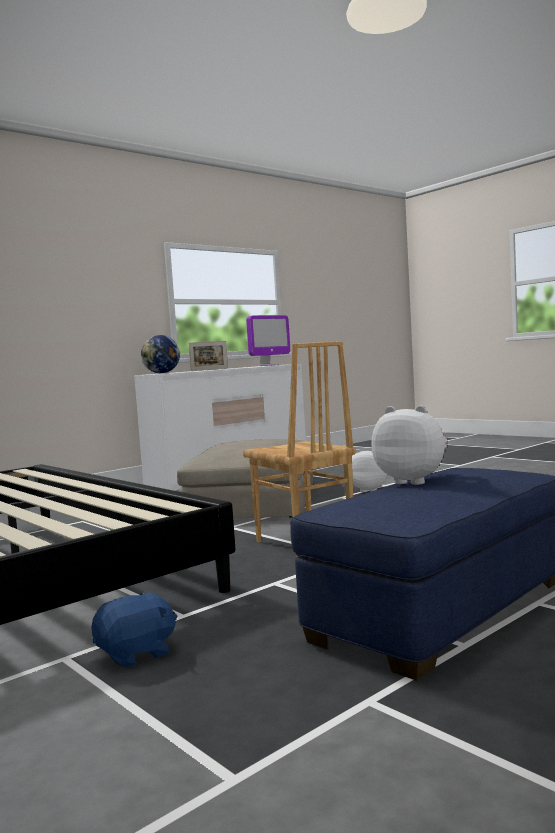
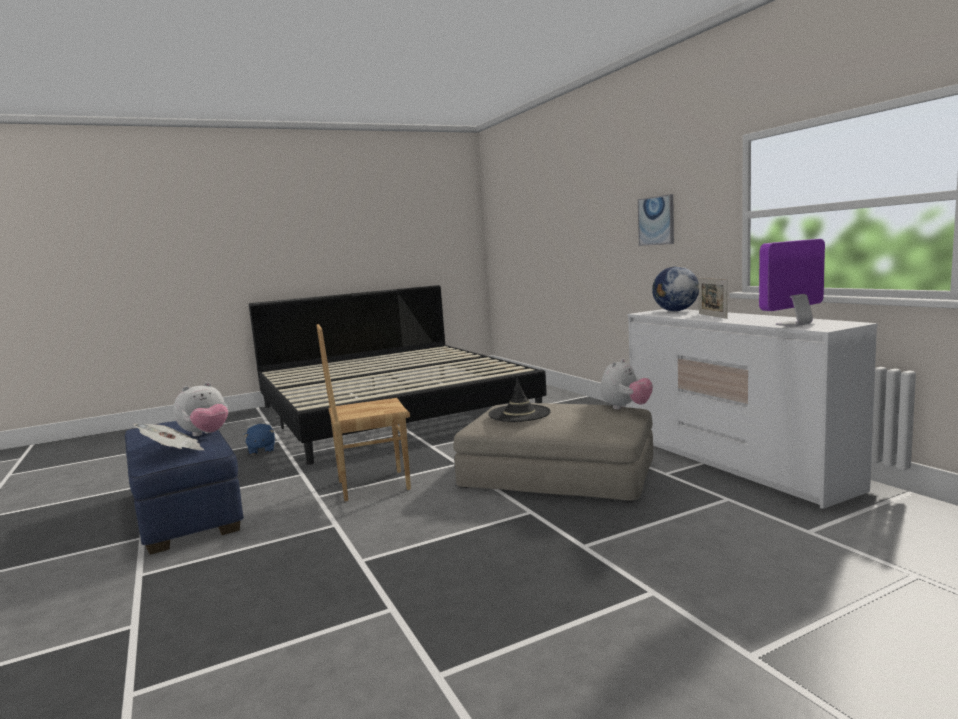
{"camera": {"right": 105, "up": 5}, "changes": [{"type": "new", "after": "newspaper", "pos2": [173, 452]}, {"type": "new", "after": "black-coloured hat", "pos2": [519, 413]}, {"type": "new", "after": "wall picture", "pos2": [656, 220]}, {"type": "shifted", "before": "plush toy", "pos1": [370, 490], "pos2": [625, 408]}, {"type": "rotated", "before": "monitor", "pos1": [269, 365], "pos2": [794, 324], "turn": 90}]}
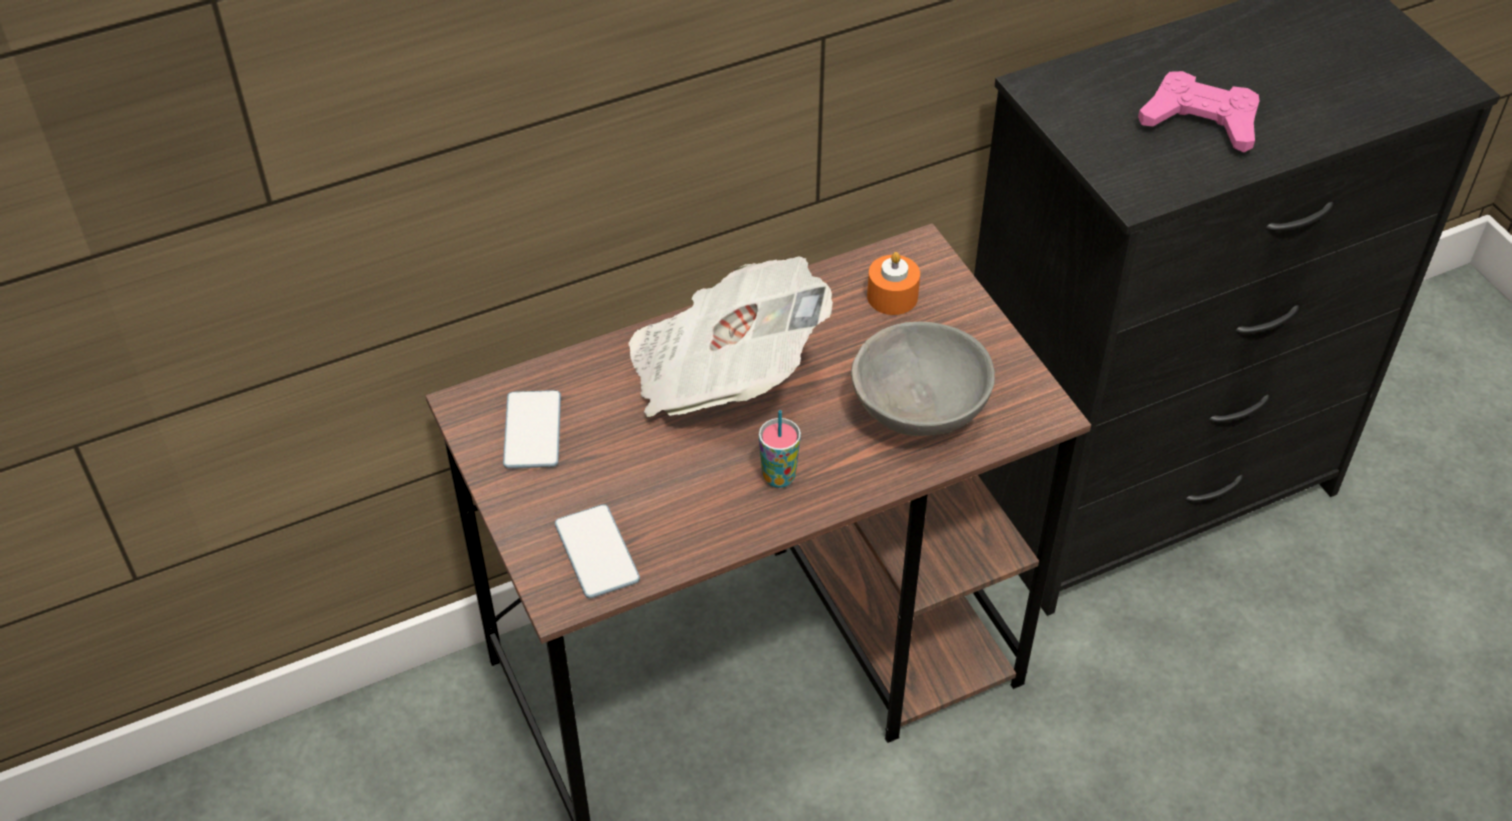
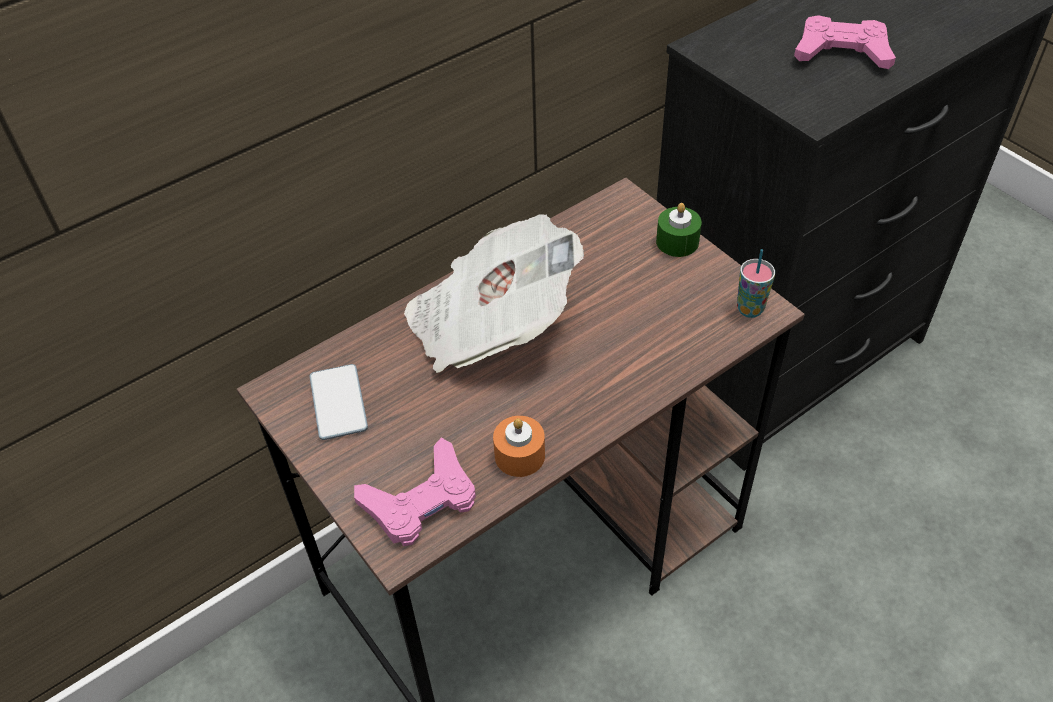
{"camera": {"right": -10, "up": 0}, "changes": [{"type": "gone", "before": "gray serving bowl", "pos1": [919, 414]}, {"type": "new", "after": "greenish candle", "pos2": [677, 242]}, {"type": "shifted", "before": "small cup", "pos1": [779, 477], "pos2": [750, 309]}, {"type": "shifted", "before": "orangey candle", "pos1": [892, 296], "pos2": [519, 455]}, {"type": "swapped", "before": "phone", "after": "pink-coloured joypad", "pos1": [597, 553], "pos2": [421, 501]}]}
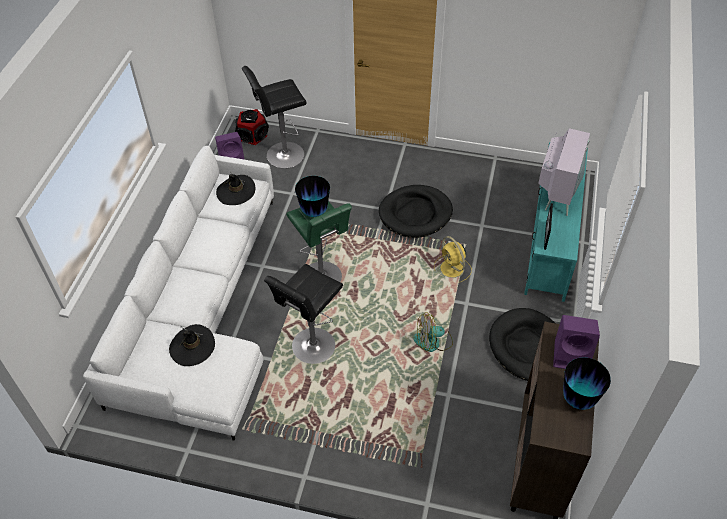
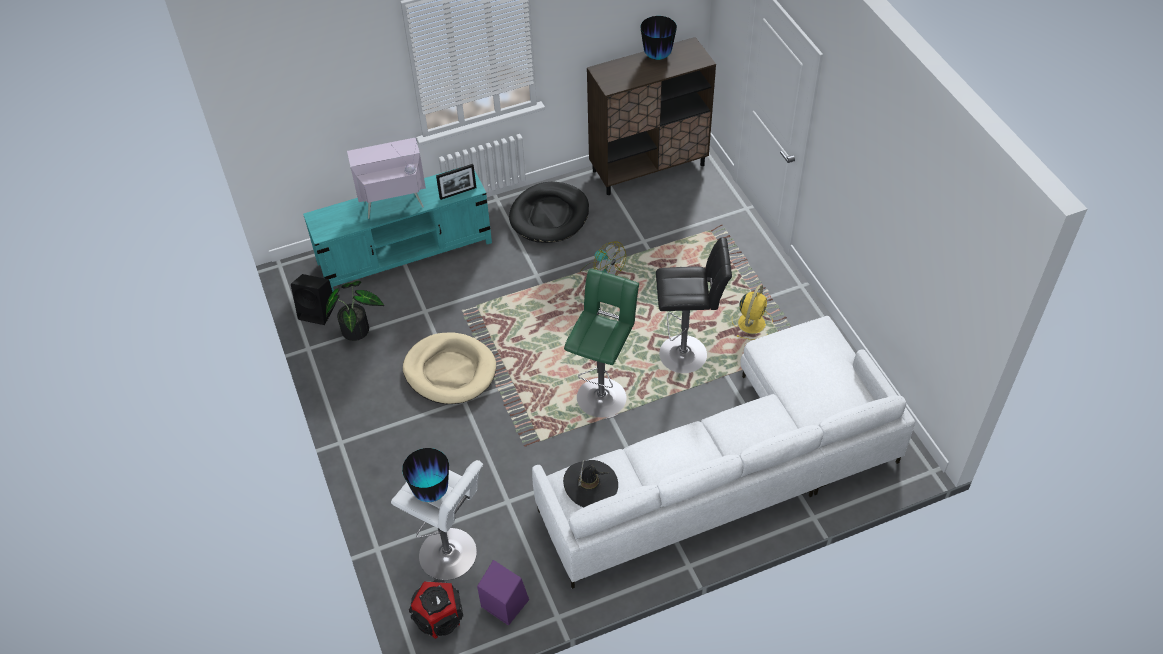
{"camera": {"right": -125, "up": 0}, "changes": [{"type": "gone", "before": "black-coloured hat", "pos1": [192, 347]}, {"type": "gone", "before": "purple-coloured speaker", "pos1": [572, 355]}, {"type": "new", "after": "black-coloured speaker", "pos2": [318, 311]}, {"type": "new", "after": "potted plant", "pos2": [357, 328]}, {"type": "shifted", "before": "flower vase", "pos1": [314, 211], "pos2": [431, 492]}, {"type": "shifted", "before": "yellow fan", "pos1": [452, 269], "pos2": [752, 322]}, {"type": "repainted", "before": "black-coloured sitting stool", "after": "white-coloured sitting stool", "pos1": [282, 156], "pos2": [451, 555]}, {"type": "repainted", "before": "black-coloured dog cushion", "after": "beige dog cushion", "pos1": [415, 213], "pos2": [450, 371]}]}
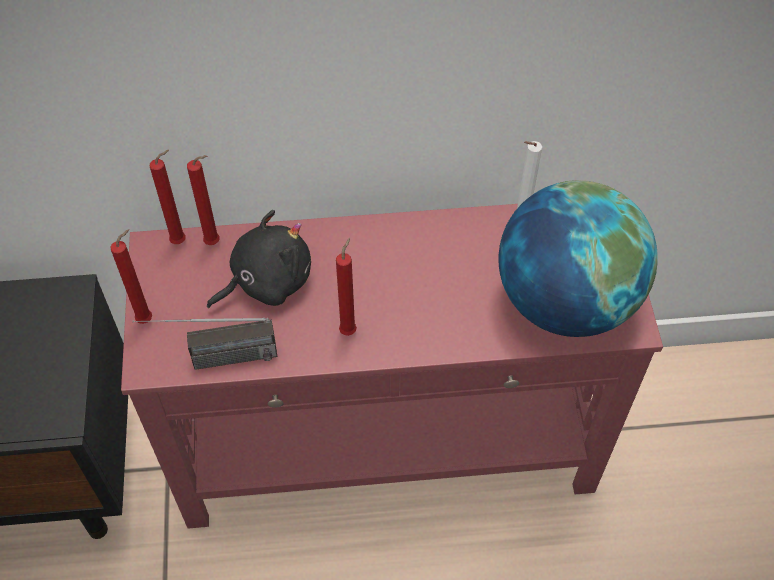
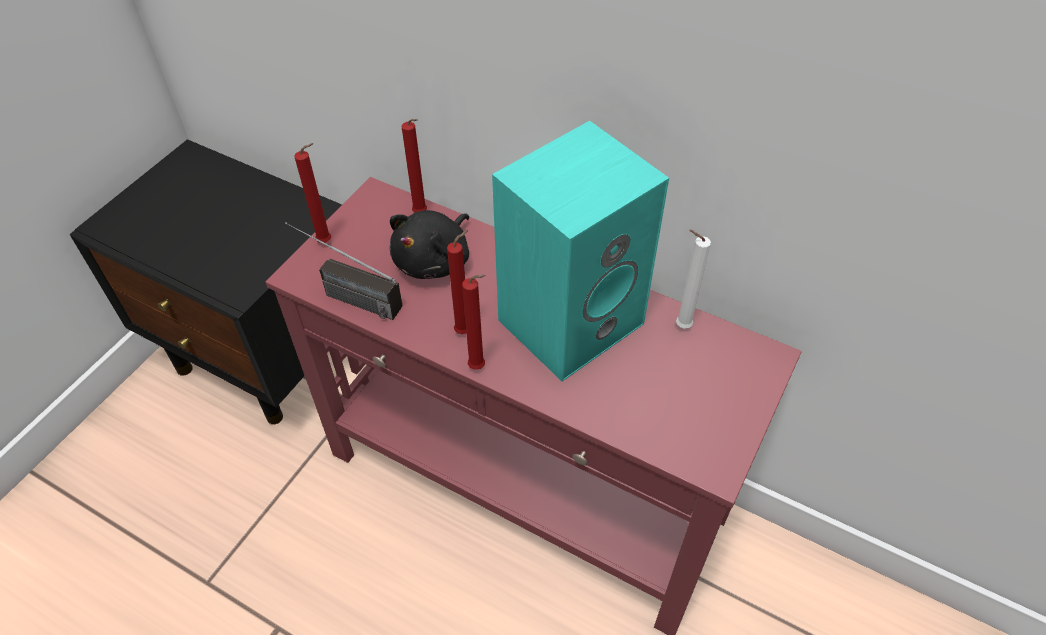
{"camera": {"right": 35, "up": -5}, "changes": [{"type": "gone", "before": "globe", "pos1": [565, 301]}, {"type": "new", "after": "blue-green speaker", "pos2": [571, 318]}, {"type": "shifted", "before": "reddish candle", "pos1": [181, 241], "pos2": [479, 367]}, {"type": "rotated", "before": "black-coloured plush toy", "pos1": [266, 281], "pos2": [435, 260], "turn": 120}]}
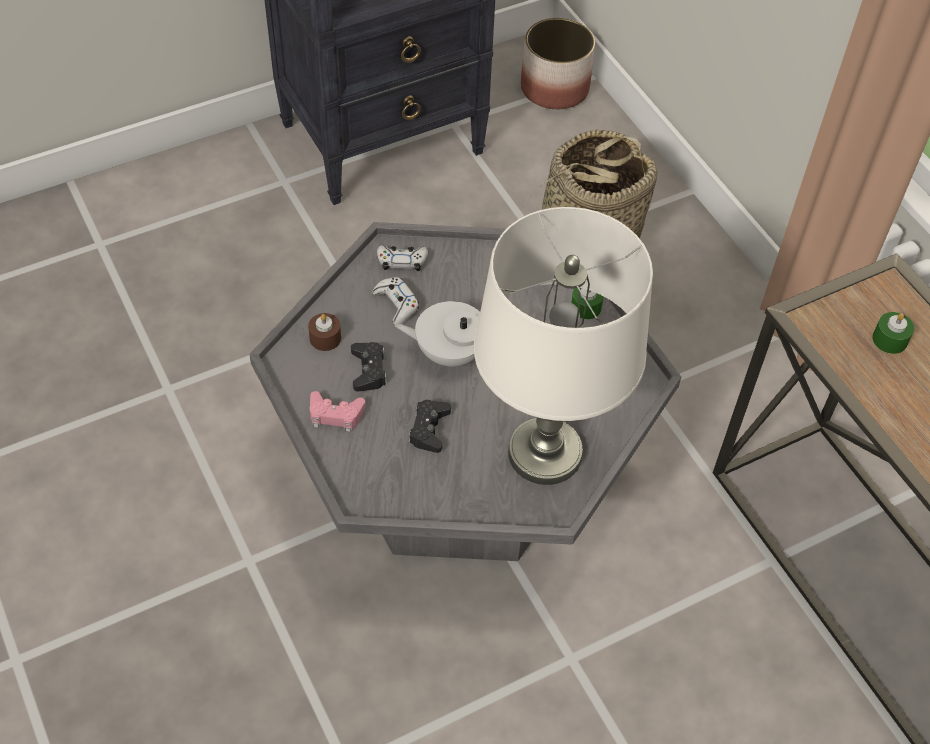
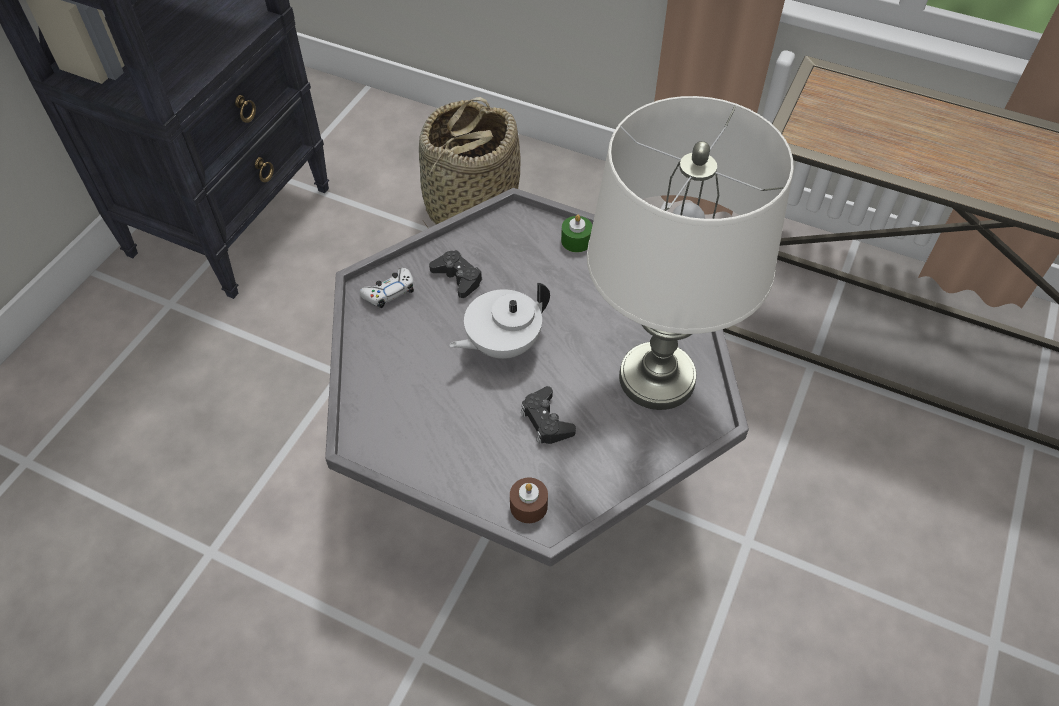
{"camera": {"right": -35, "up": 0}, "changes": [{"type": "gone", "before": "pink-coloured joypad", "pos1": [335, 415]}, {"type": "gone", "before": "white-coloured joypad", "pos1": [396, 304]}, {"type": "gone", "before": "plant pot", "pos1": [554, 88]}, {"type": "gone", "before": "greenish candle", "pos1": [889, 340]}, {"type": "shifted", "before": "brownish candle", "pos1": [325, 338], "pos2": [528, 506]}, {"type": "shifted", "before": "black-coloured joypad", "pos1": [369, 370], "pos2": [458, 278]}]}
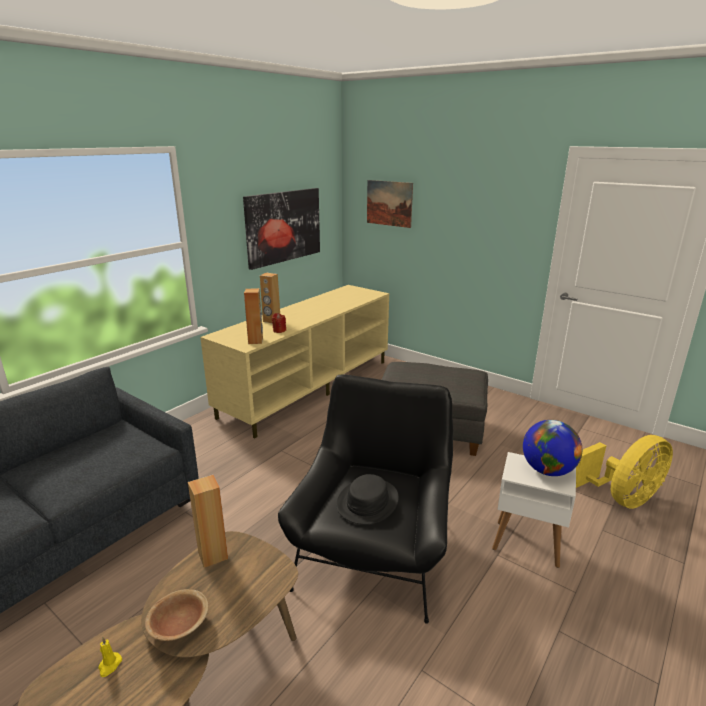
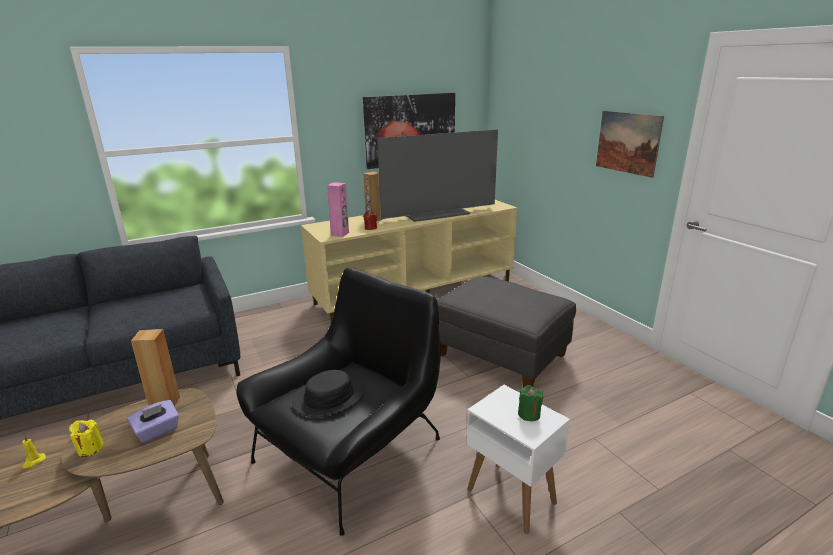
{"camera": {"right": 25, "up": 0}, "changes": [{"type": "gone", "before": "yellow fan", "pos1": [622, 498]}, {"type": "new", "after": "purple-coloured tissue box", "pos2": [157, 431]}, {"type": "new", "after": "TV", "pos2": [437, 214]}, {"type": "shifted", "before": "wall picture", "pos1": [389, 203], "pos2": [627, 142]}, {"type": "swapped", "before": "brownish serving bowl", "after": "yellow candle", "pos1": [179, 626], "pos2": [90, 448]}, {"type": "swapped", "before": "globe", "after": "greenish candle", "pos1": [547, 470], "pos2": [529, 414]}, {"type": "repainted", "before": "brownish speaker", "after": "pink-coloured speaker", "pos1": [256, 341], "pos2": [340, 234]}]}
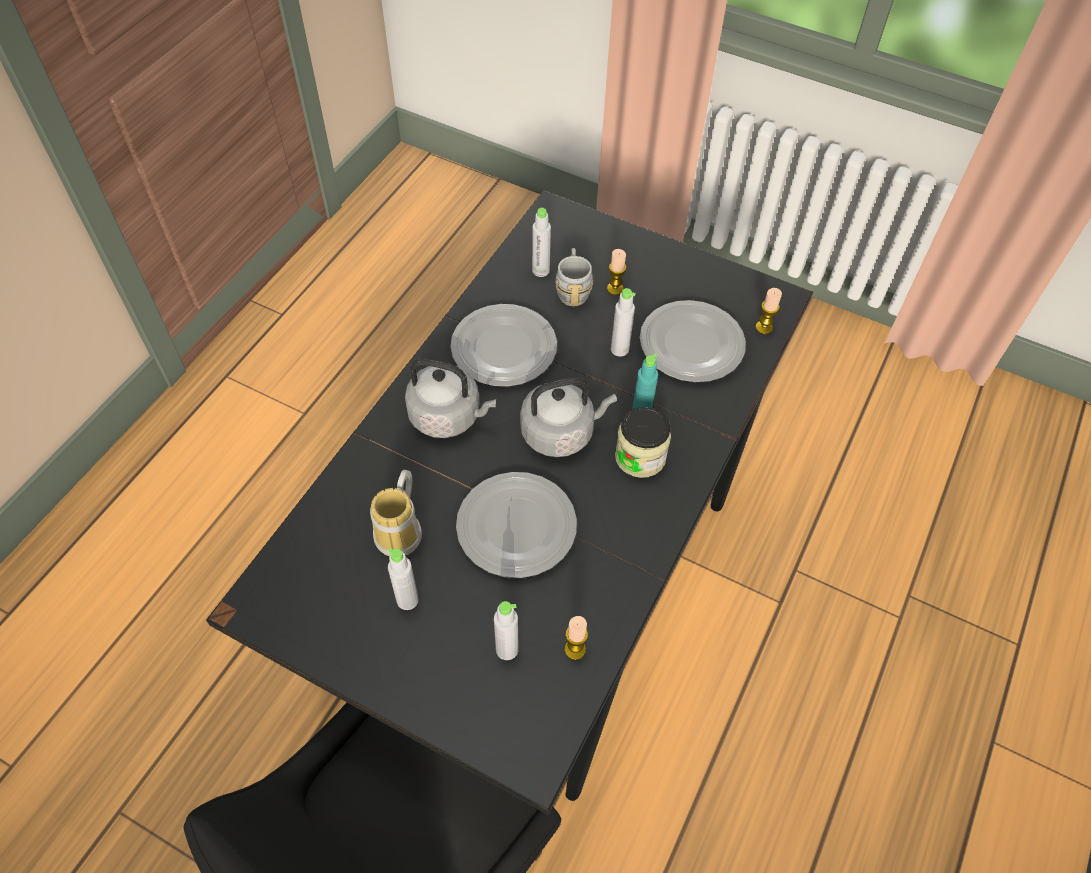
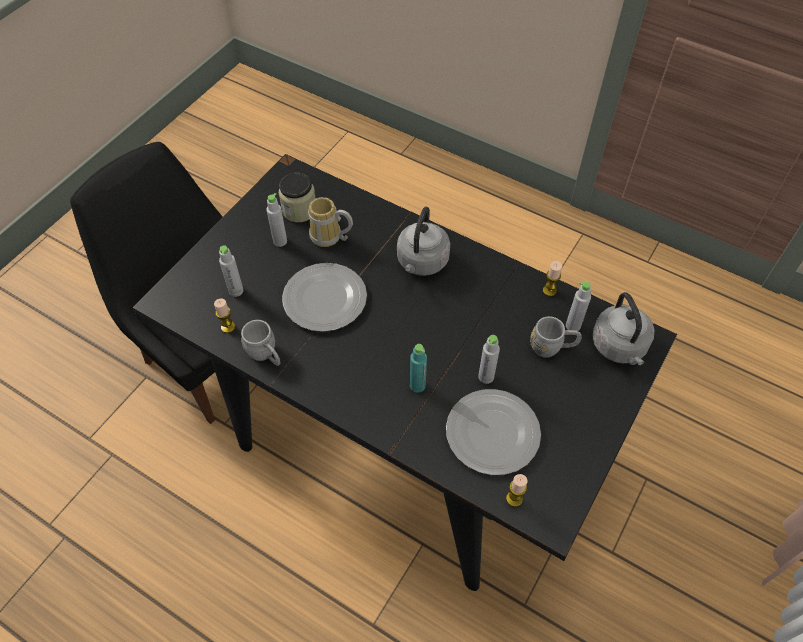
{"camera": {"right": 95, "up": 0}, "changes": [{"type": "gone", "before": "flat dish", "pos1": [505, 349]}, {"type": "new", "after": "gray coffee mug", "pos2": [266, 355]}, {"type": "shifted", "before": "gray water kettle", "pos1": [561, 432], "pos2": [619, 347]}, {"type": "shifted", "before": "candle", "pos1": [615, 289], "pos2": [549, 290]}, {"type": "shifted", "before": "jar", "pos1": [640, 457], "pos2": [299, 210]}]}
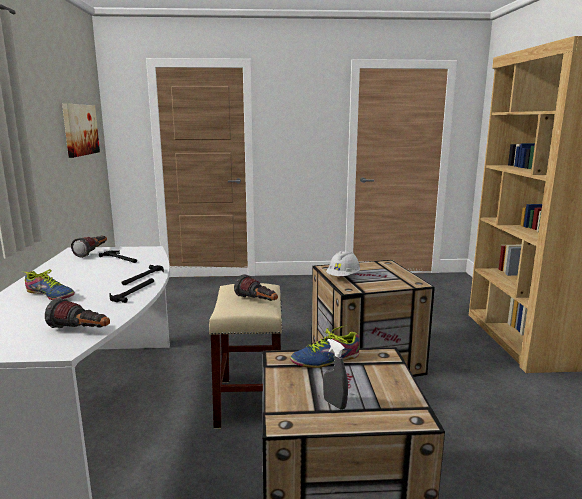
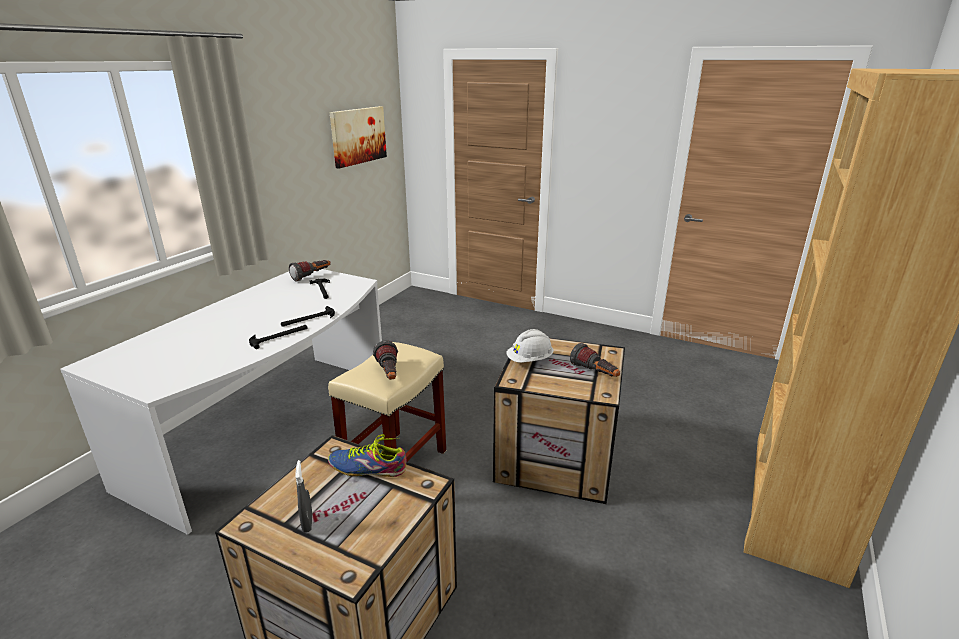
{"camera": {"right": 30, "up": 10}, "changes": [{"type": "gone", "before": "shoe", "pos1": [50, 294]}, {"type": "shifted", "before": "flashlight", "pos1": [82, 331], "pos2": [595, 373]}]}
